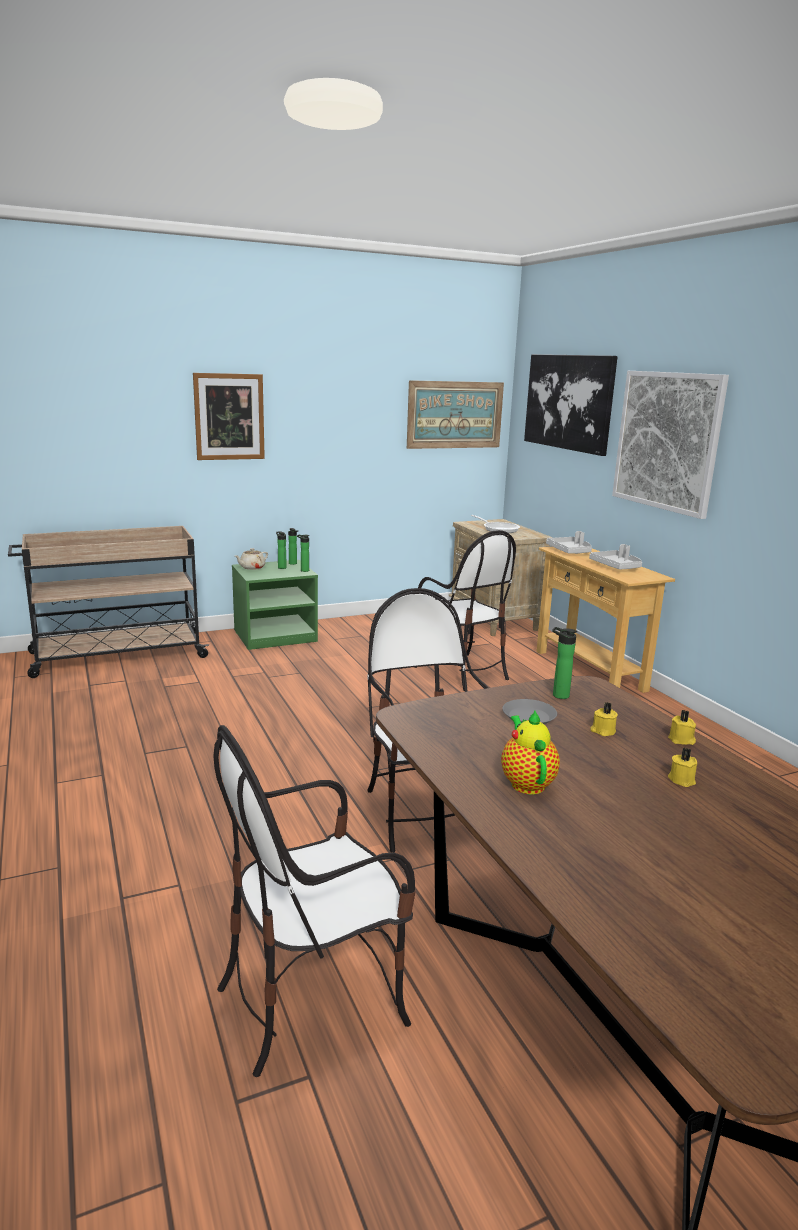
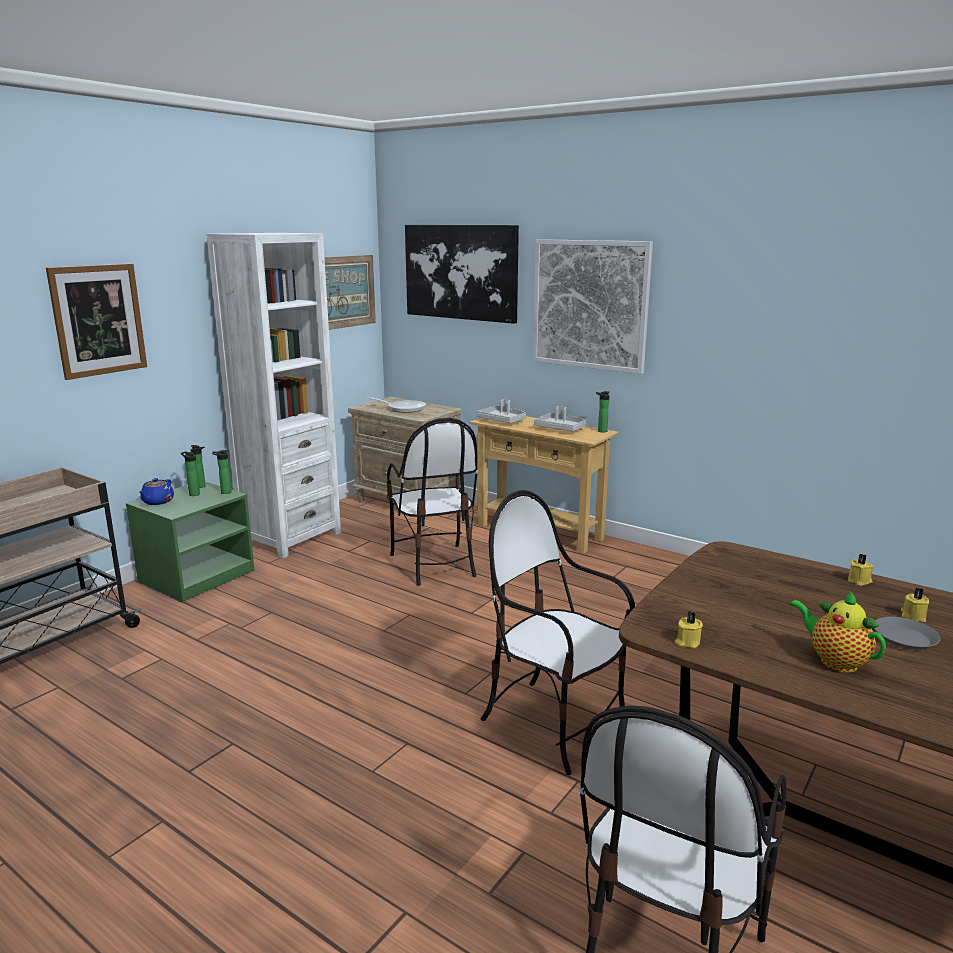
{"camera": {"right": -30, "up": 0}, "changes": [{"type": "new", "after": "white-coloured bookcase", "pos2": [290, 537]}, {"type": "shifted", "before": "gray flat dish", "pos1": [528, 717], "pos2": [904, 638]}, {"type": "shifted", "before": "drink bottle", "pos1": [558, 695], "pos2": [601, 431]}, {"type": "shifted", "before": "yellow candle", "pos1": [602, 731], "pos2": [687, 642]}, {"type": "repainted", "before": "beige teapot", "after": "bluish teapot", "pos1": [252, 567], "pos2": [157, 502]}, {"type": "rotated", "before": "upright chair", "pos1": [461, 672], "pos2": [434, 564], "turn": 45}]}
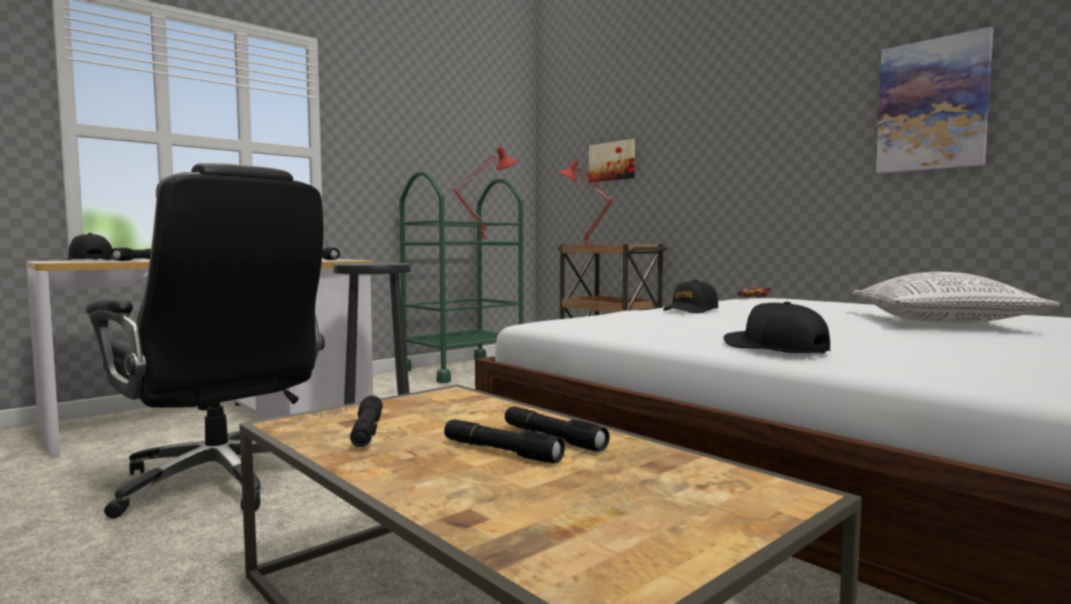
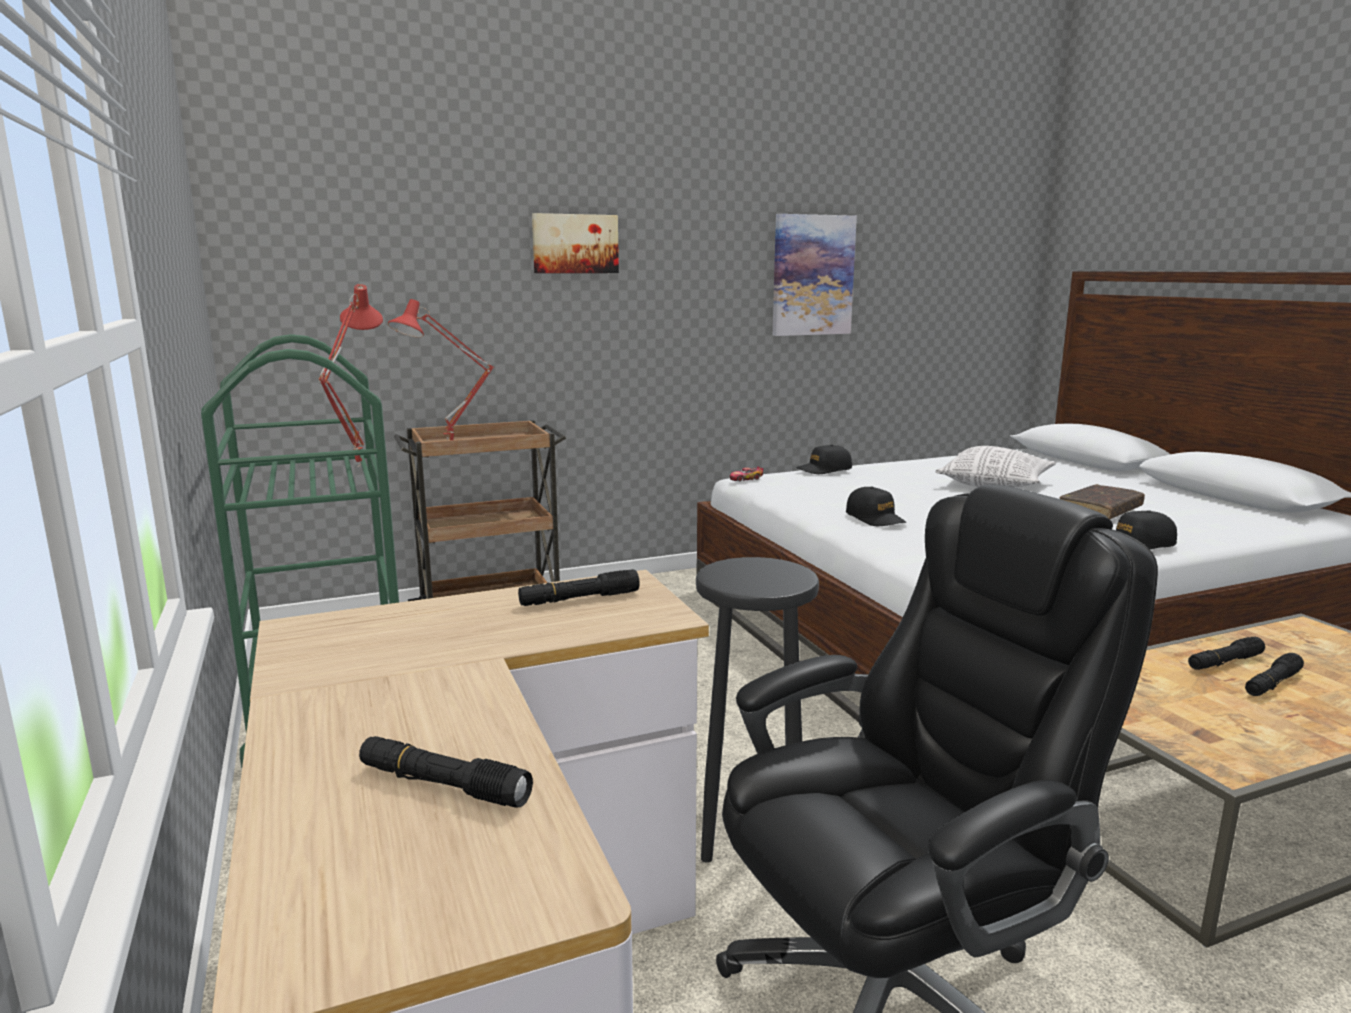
{"camera": {"right": -70, "up": 10}, "changes": [{"type": "gone", "before": "black-coloured flashlight", "pos1": [367, 432]}, {"type": "new", "after": "brownish volume", "pos2": [1100, 511]}, {"type": "shifted", "before": "black-coloured baseball cap", "pos1": [90, 260], "pos2": [824, 470]}, {"type": "shifted", "before": "wall picture", "pos1": [612, 161], "pos2": [575, 244]}]}
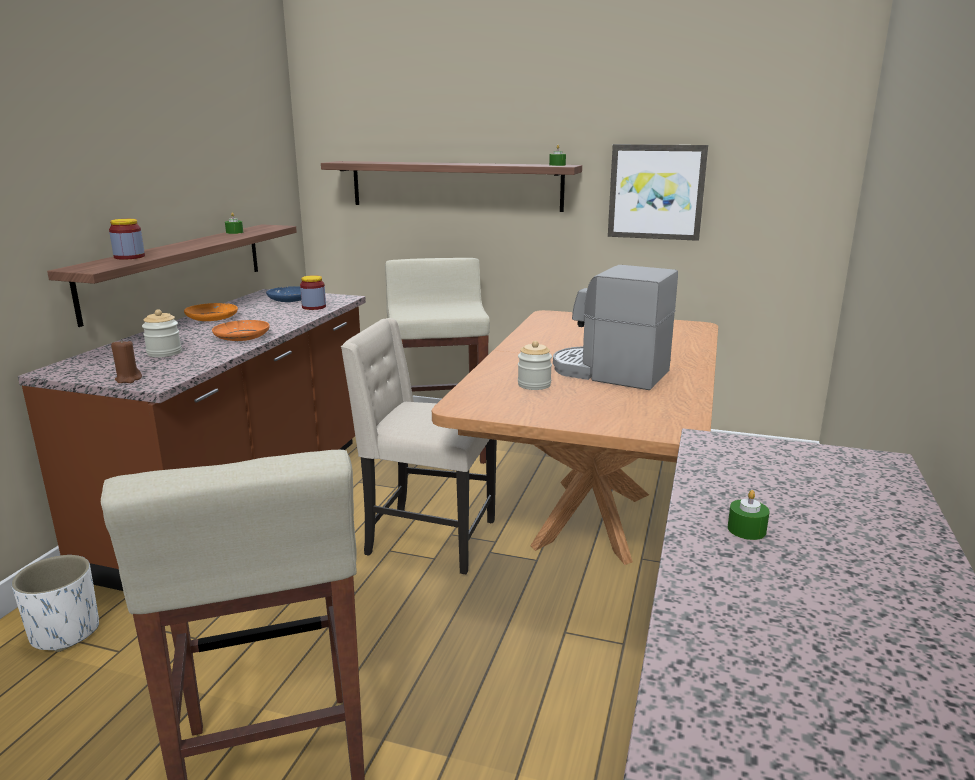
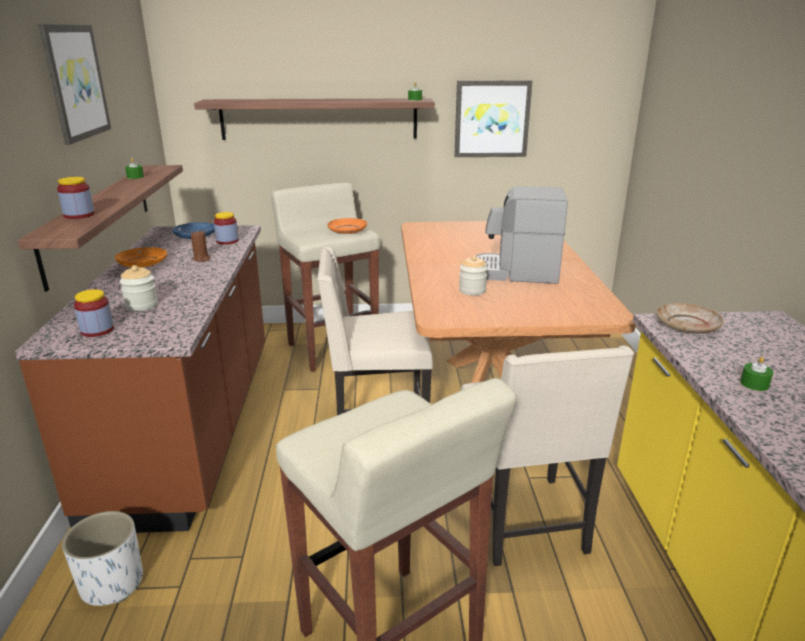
{"camera": {"right": -20, "up": 5}, "changes": [{"type": "new", "after": "wall picture", "pos2": [75, 82]}, {"type": "new", "after": "jar", "pos2": [97, 330]}, {"type": "new", "after": "beige upright chair", "pos2": [524, 522]}, {"type": "new", "after": "beige flat dish", "pos2": [687, 326]}, {"type": "shifted", "before": "brownish candle", "pos1": [128, 379], "pos2": [201, 259]}, {"type": "shifted", "before": "orangey flat dish", "pos1": [242, 337], "pos2": [347, 231]}]}
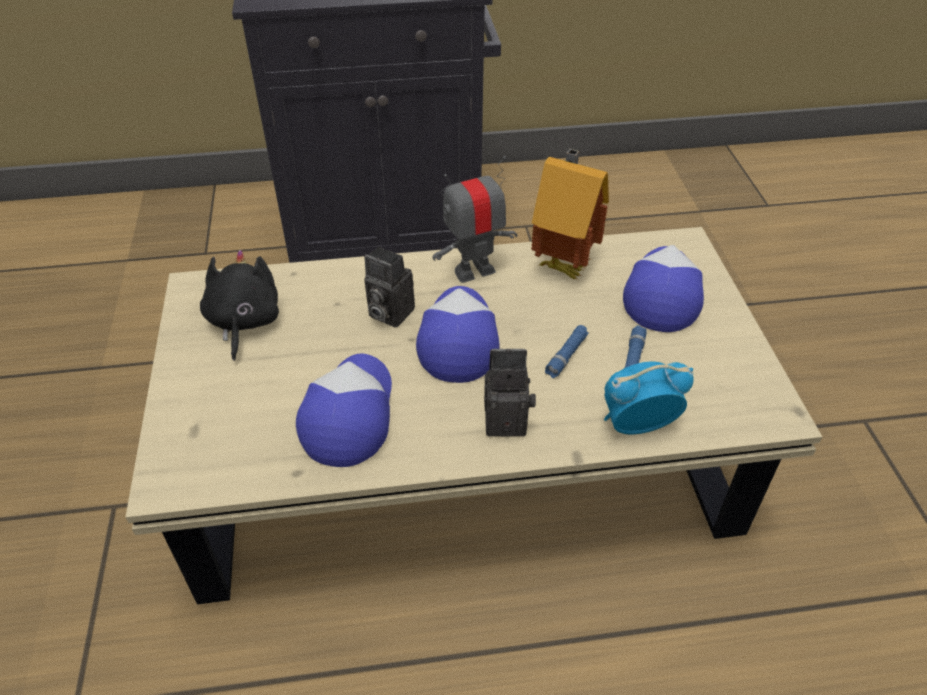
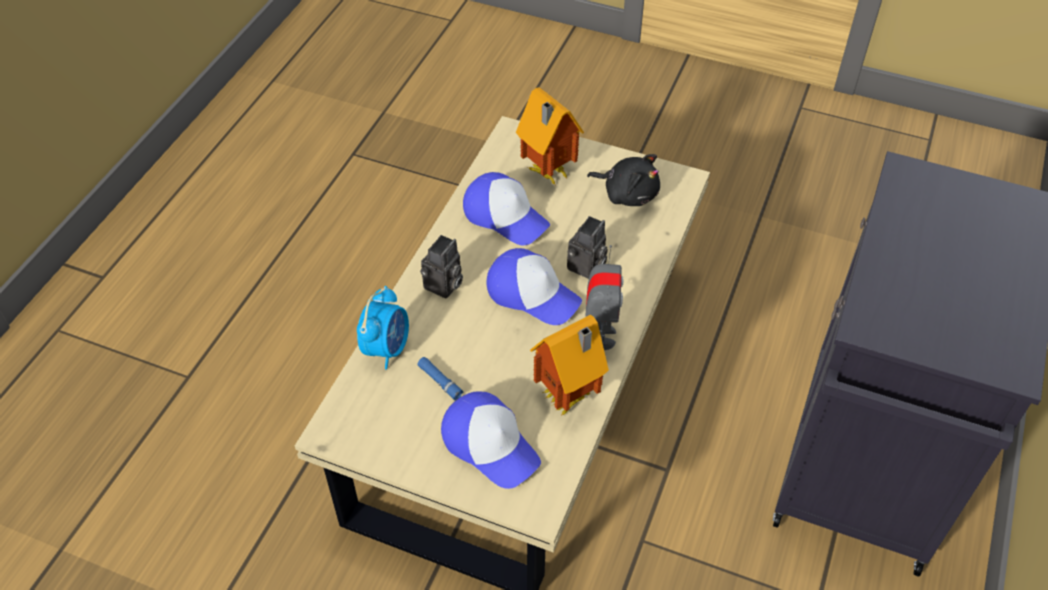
{"camera": {"right": 120, "up": 5}, "changes": [{"type": "gone", "before": "bluish flashlight", "pos1": [566, 356]}, {"type": "new", "after": "model house", "pos2": [547, 174]}, {"type": "rotated", "before": "still camera", "pos1": [388, 313], "pos2": [586, 268], "turn": 150}]}
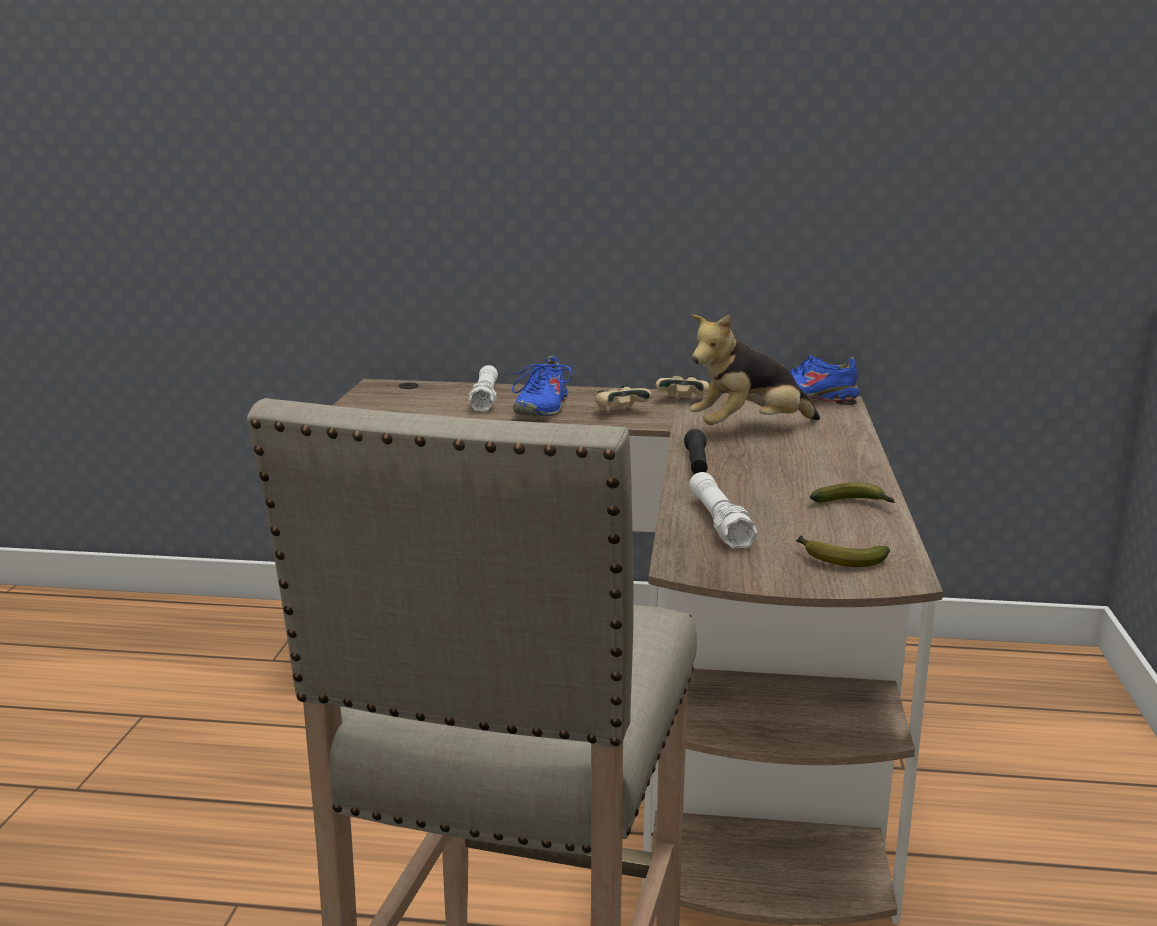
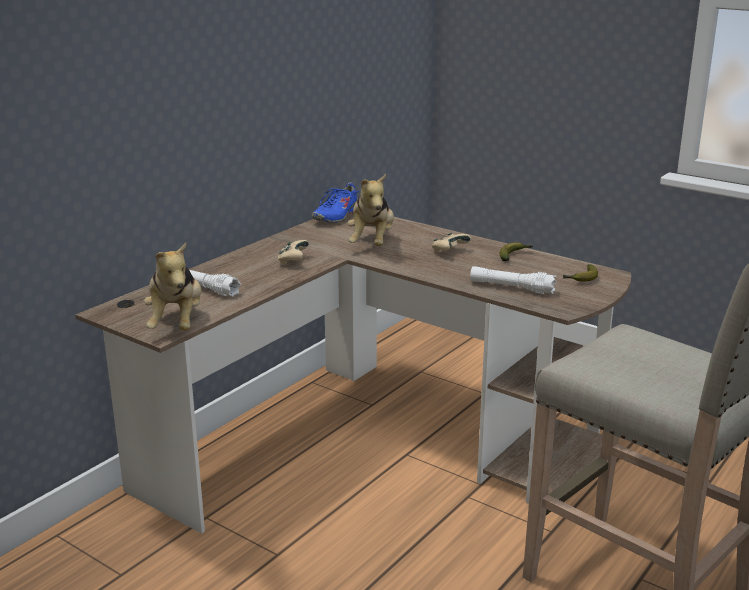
{"camera": {"right": -60, "up": 5}, "changes": [{"type": "gone", "before": "bluish shoe", "pos1": [540, 408]}, {"type": "gone", "before": "black-coloured flashlight", "pos1": [696, 463]}, {"type": "new", "after": "plush toy", "pos2": [177, 323]}, {"type": "shifted", "before": "beige joypad", "pos1": [684, 400], "pos2": [449, 252]}]}
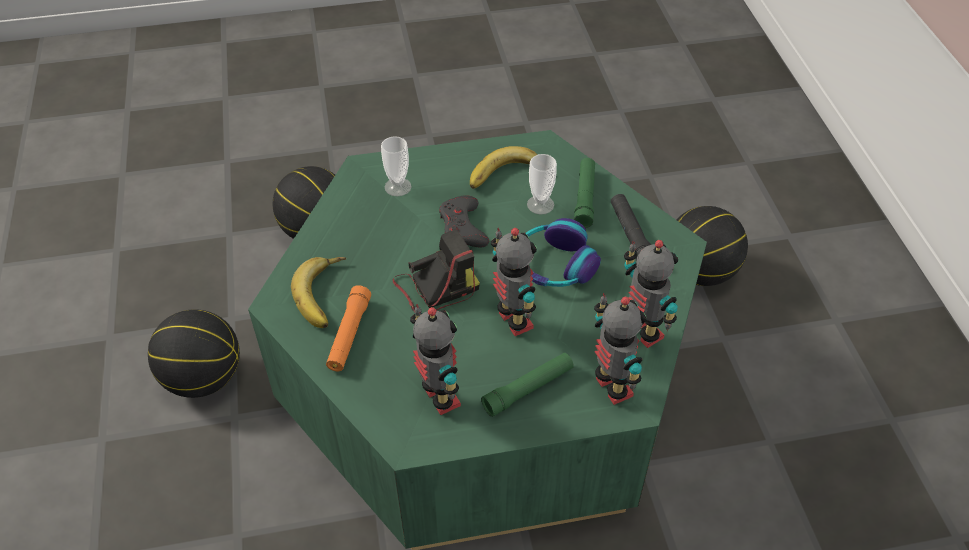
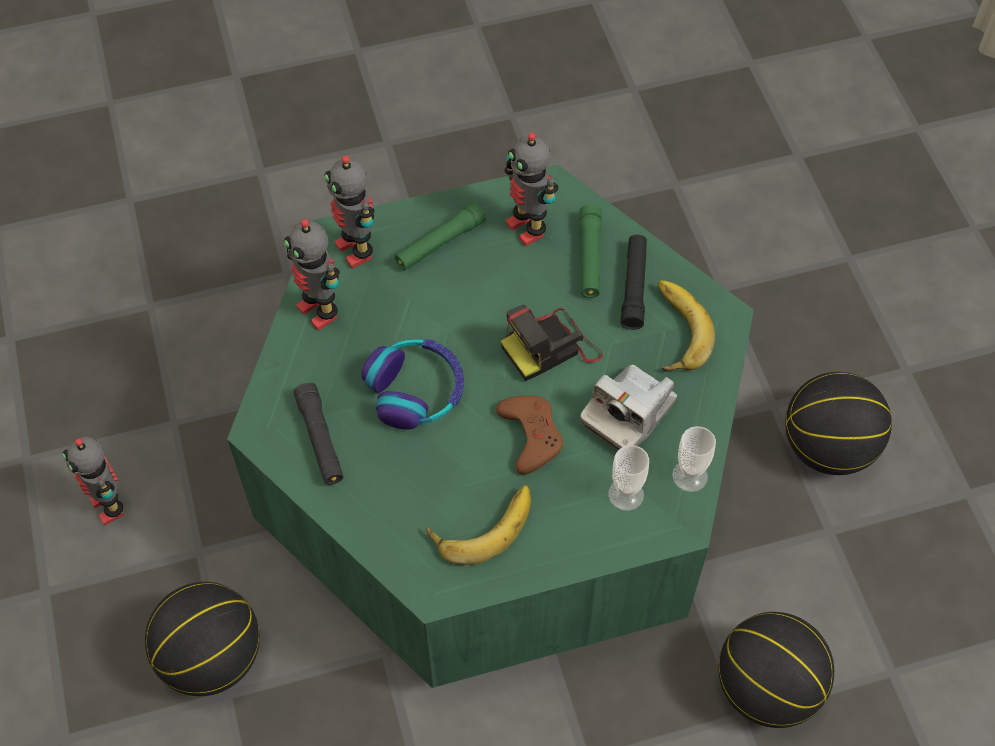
{"camera": {"right": 175, "up": 10}, "changes": [{"type": "new", "after": "still camera", "pos2": [628, 414]}, {"type": "shifted", "before": "toy robot", "pos1": [512, 322], "pos2": [110, 505]}, {"type": "shifted", "before": "small cup", "pos1": [540, 204], "pos2": [689, 476]}, {"type": "shifted", "before": "greenish flashlight", "pos1": [584, 198], "pos2": [589, 258]}, {"type": "repainted", "before": "orangey flashlight", "after": "black-coloured flashlight", "pos1": [349, 334], "pos2": [634, 287]}, {"type": "repainted", "before": "gray joypad", "after": "brownish joypad", "pos1": [463, 227], "pos2": [530, 435]}]}
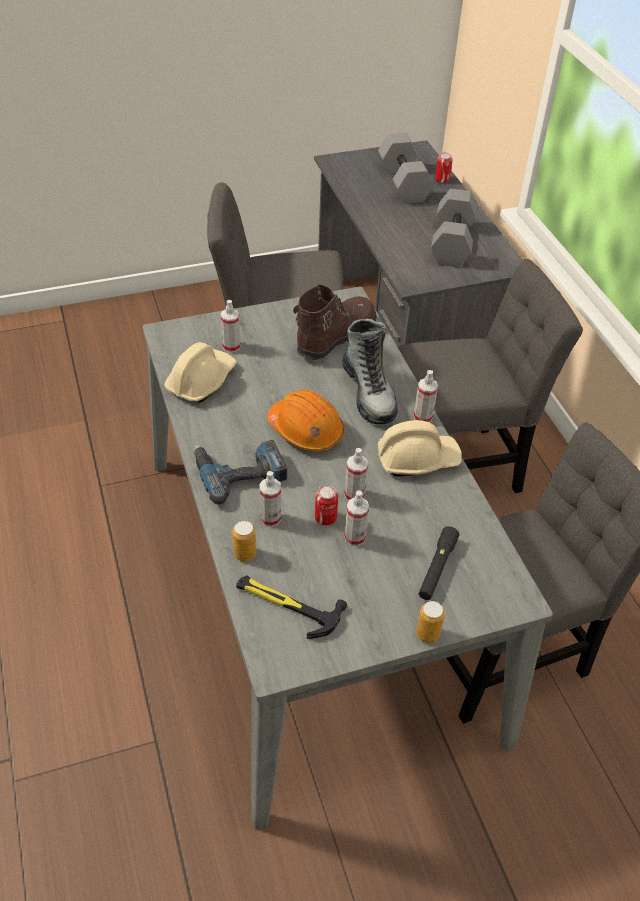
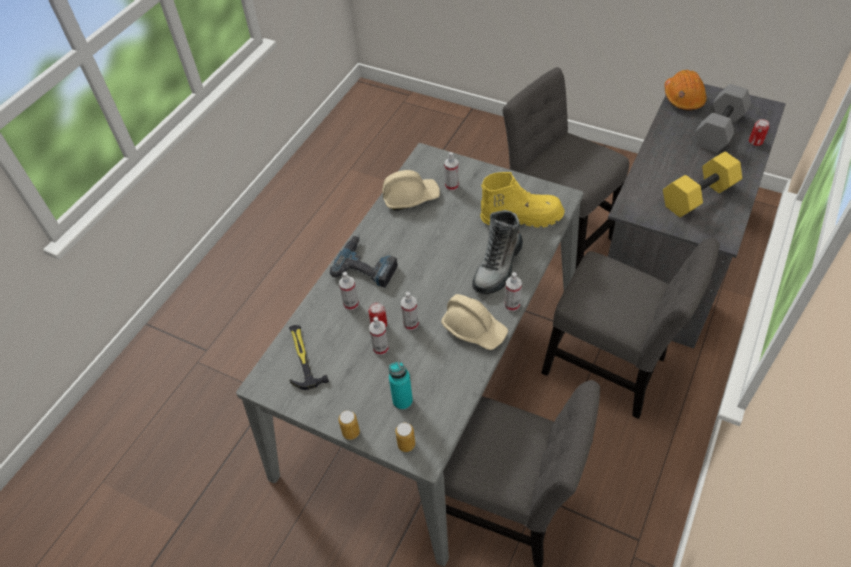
{"camera": {"right": 50, "up": 5}, "changes": [{"type": "shifted", "before": "can", "pos1": [244, 554], "pos2": [406, 444]}, {"type": "shifted", "before": "orangey hard hat", "pos1": [306, 430], "pos2": [683, 98]}, {"type": "swapped", "before": "black-coloured flashlight", "after": "blue-green drink bottle", "pos1": [437, 568], "pos2": [402, 401]}, {"type": "repainted", "before": "brownish tall boot", "after": "yellow tall boot", "pos1": [334, 337], "pos2": [521, 217]}, {"type": "repainted", "before": "gray hand weight", "after": "yellow hand weight", "pos1": [451, 242], "pos2": [698, 195]}]}
